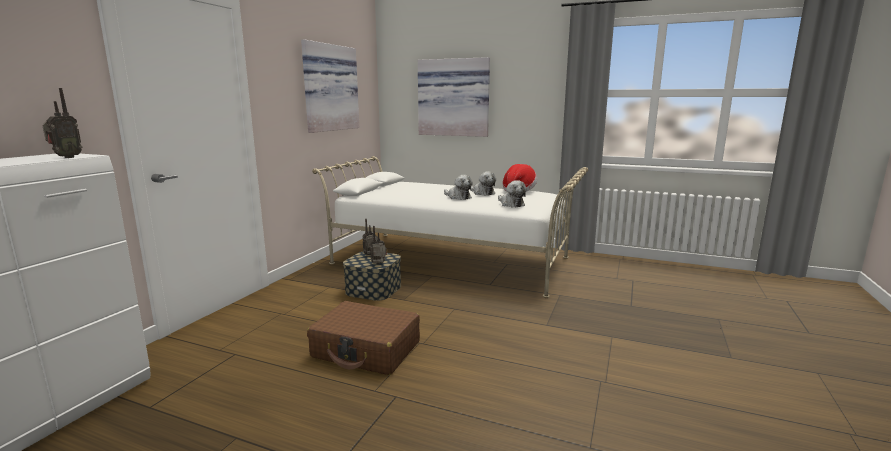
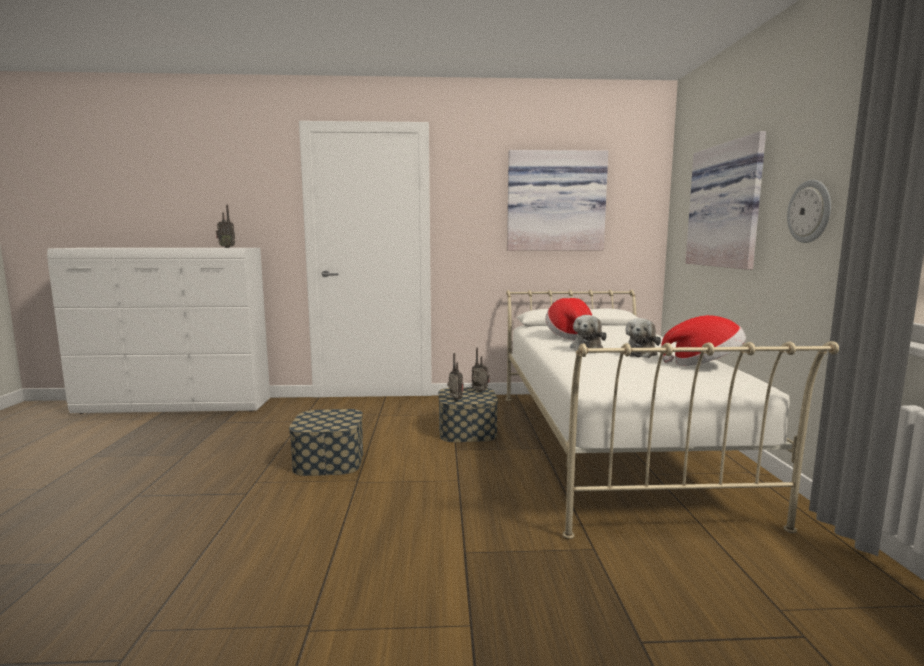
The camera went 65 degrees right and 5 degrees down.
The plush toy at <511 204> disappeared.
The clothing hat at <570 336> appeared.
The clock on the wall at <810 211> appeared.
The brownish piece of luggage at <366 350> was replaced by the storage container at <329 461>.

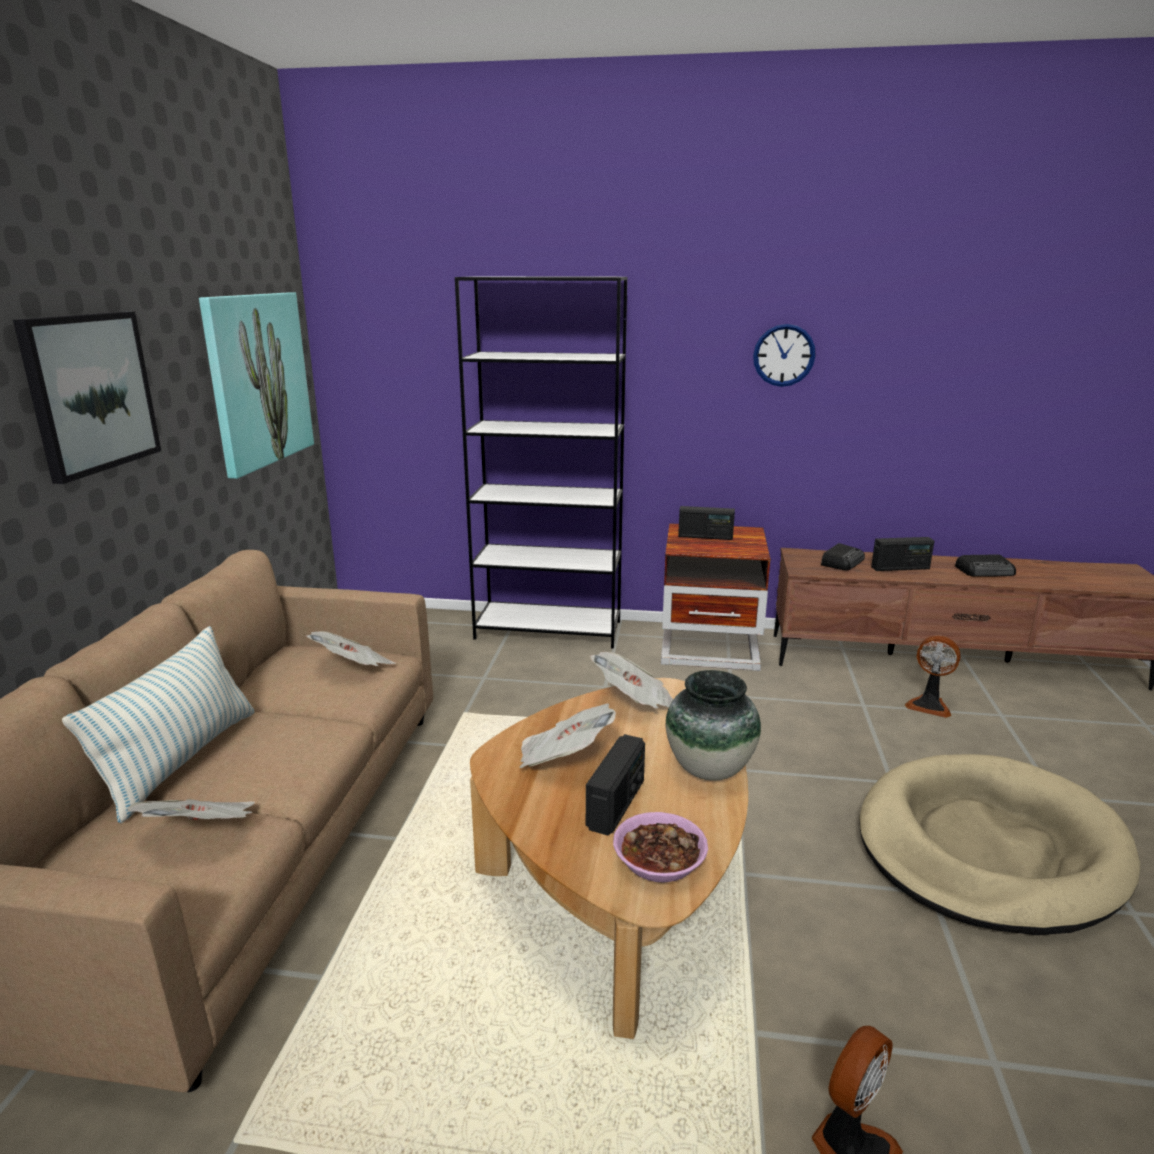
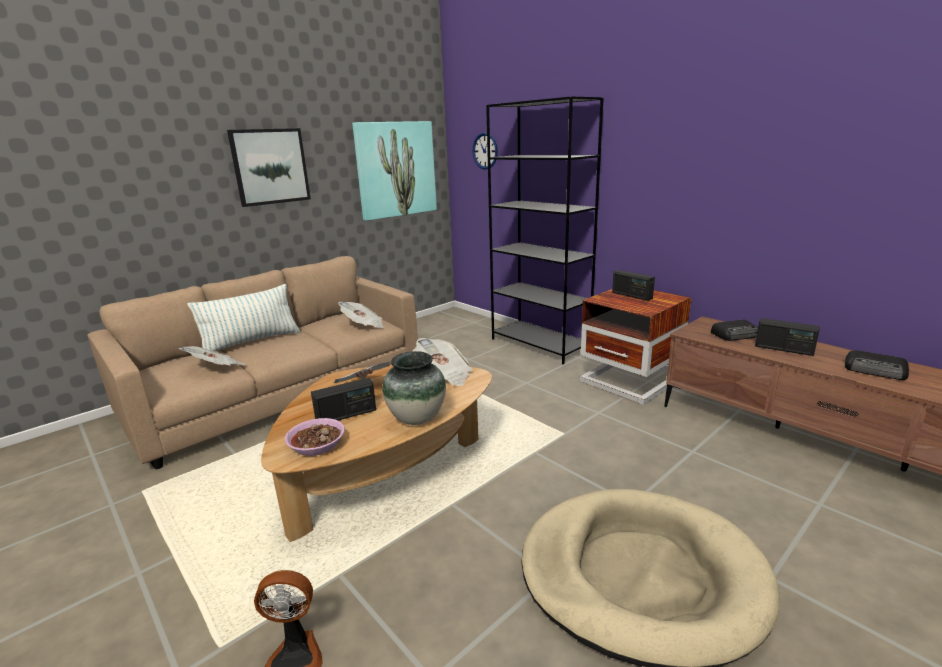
The camera went 40 degrees right and 0 degrees up.
The cooling fan at <929 705> disappeared.
The clock on the wall moved from <784 355> to <485 151>.
The white-coloured bookshelf at <549 630> became the black bookshelf at <540 345>.

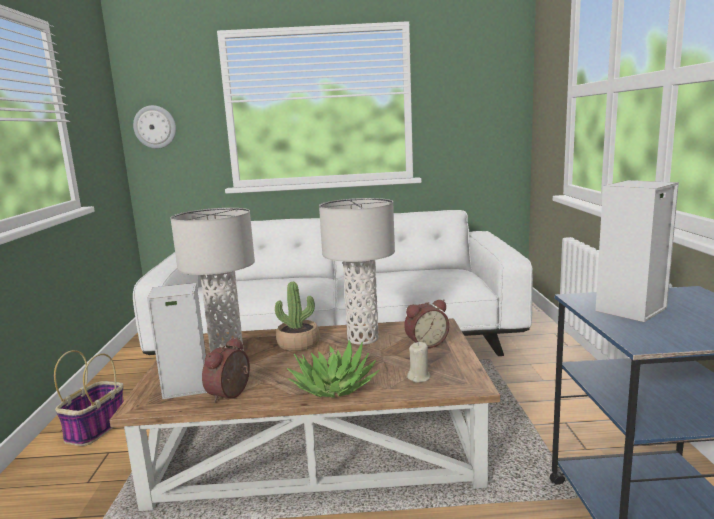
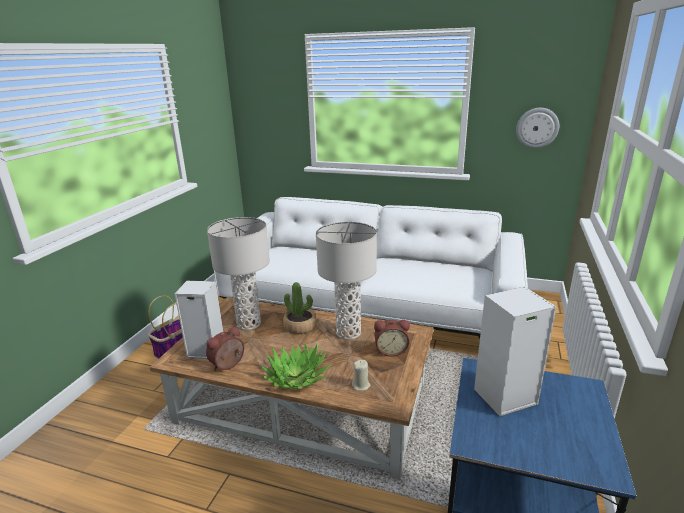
The camera went 20 degrees right and 10 degrees up.
The clock on the wall moved from <155 127> to <537 128>.

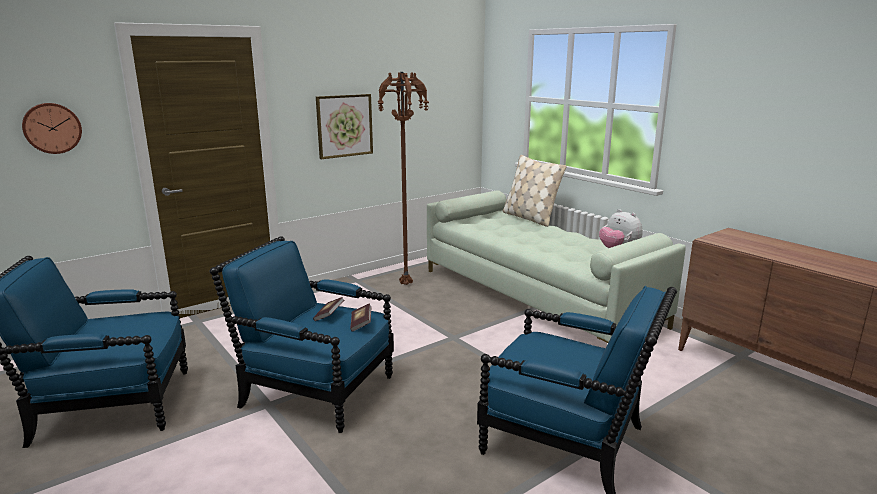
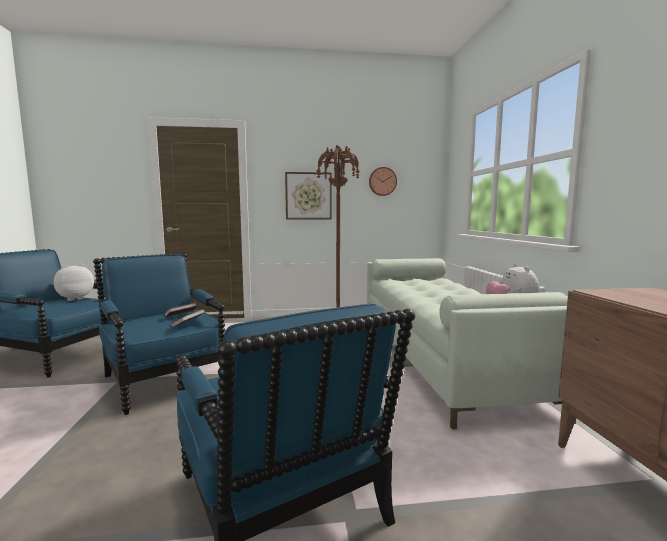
The camera went 30 degrees right and 10 degrees down.
The beige throw pillow at <530 218> disappeared.
The plush toy at <74 299> appeared.
The clock on the wall moved from <52 128> to <382 181>.

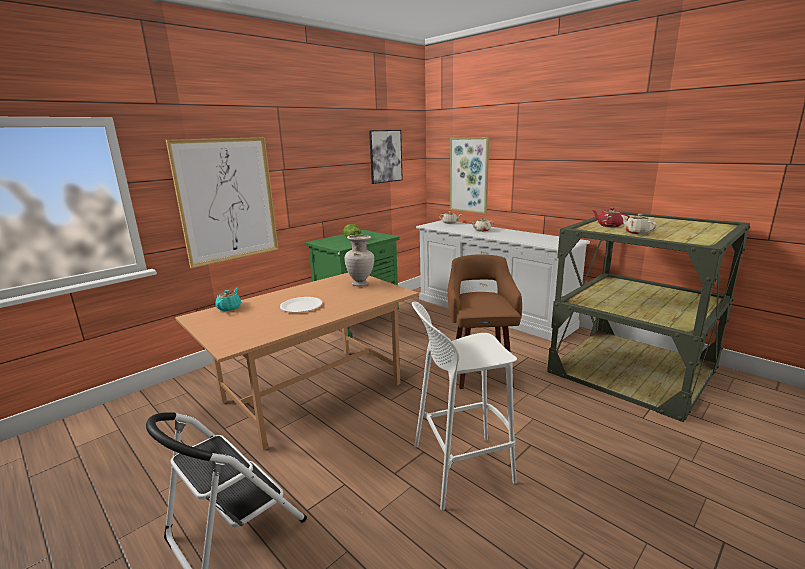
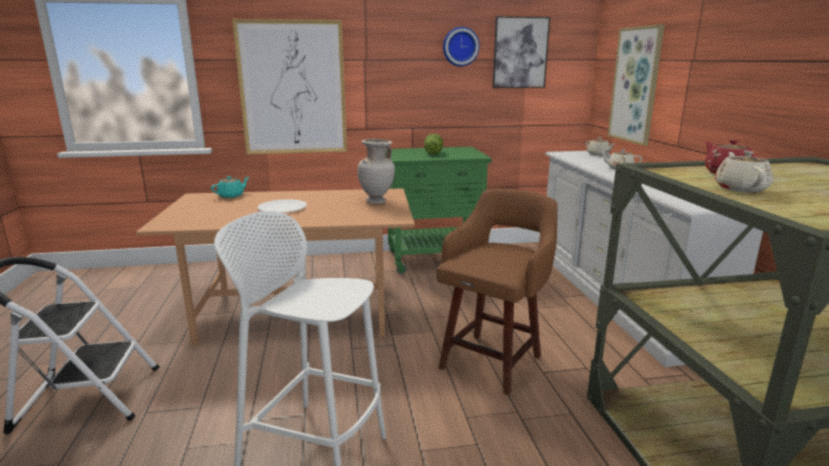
The camera went 35 degrees right and 0 degrees up.
The clock on the wall at <460 46> appeared.

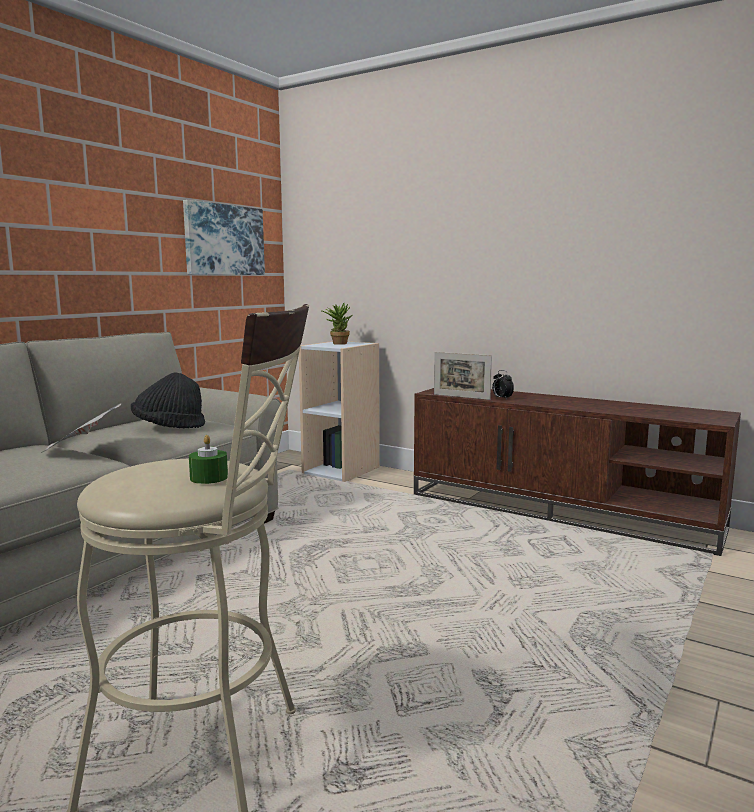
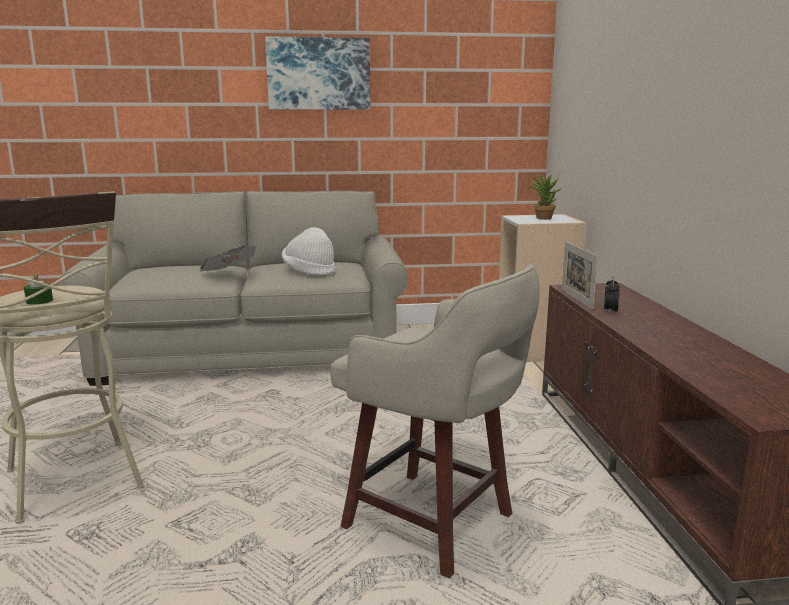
The camera went 50 degrees right and 5 degrees up.
The beige stool at <434 524> appeared.
The picture moved from <224 240> to <318 74>.
The black clothing hat at <169 428> became the white-coloured clothing hat at <309 271>.

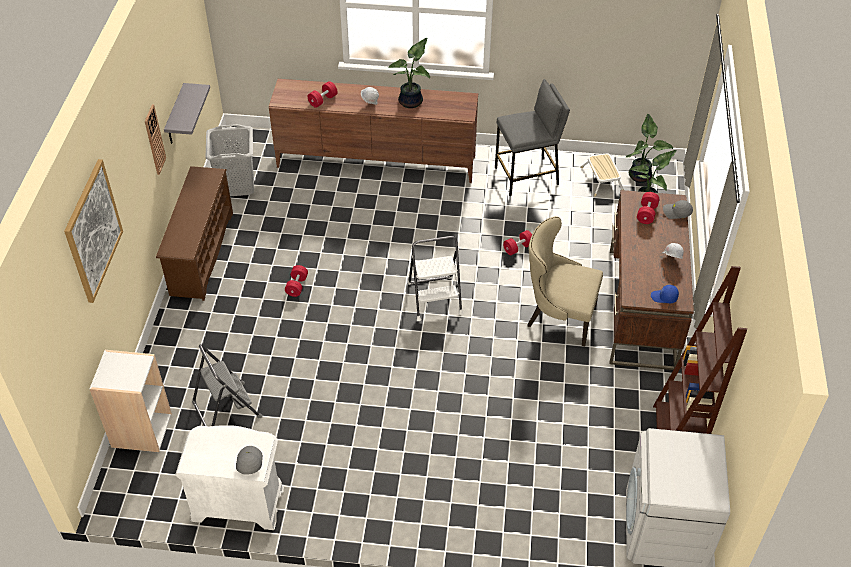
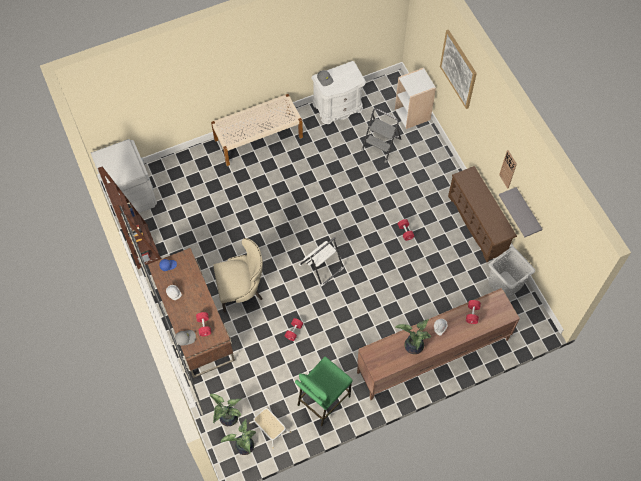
The camera went 150 degrees right and 15 degrees up.
The beige indoor bench at <258 138> appeared.
The greyish stool at <527 176> became the green stool at <323 400>.

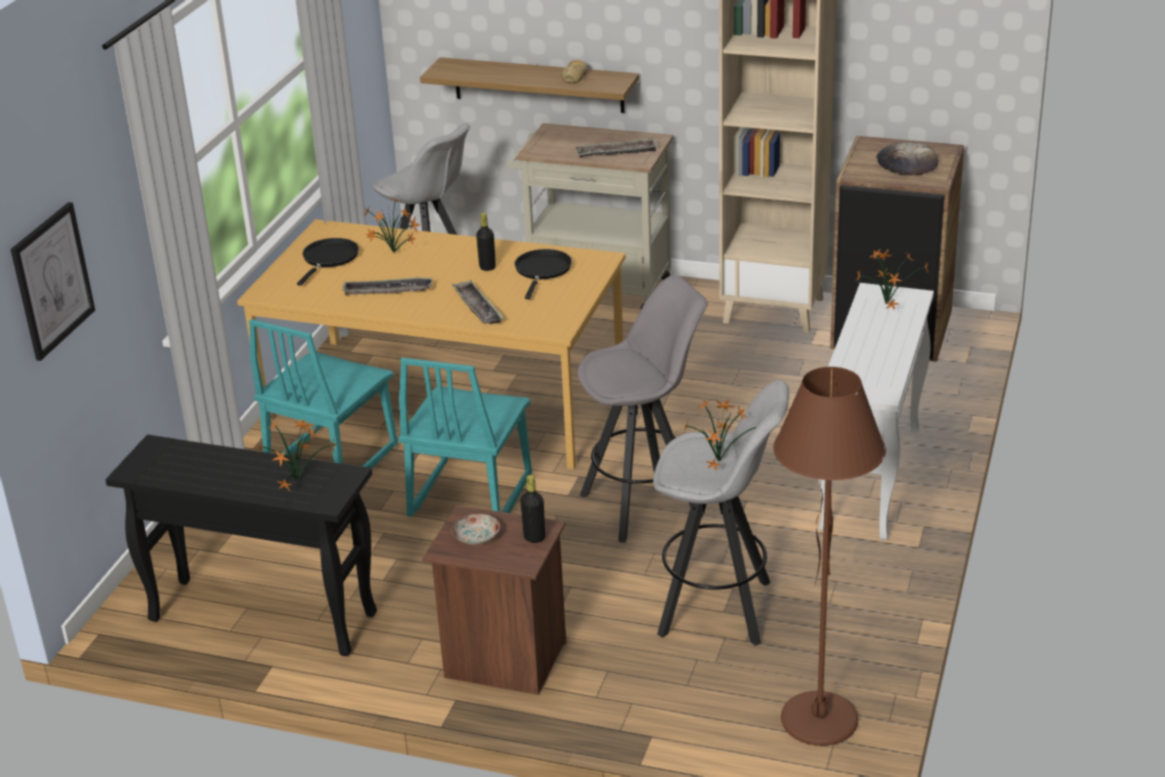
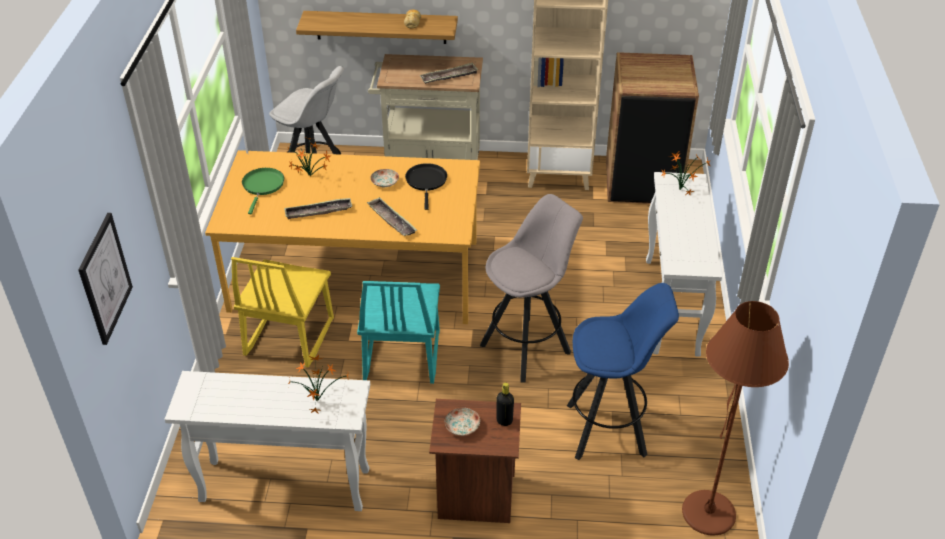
The camera went 15 degrees left and 10 degrees up.
The potted plant at <720 461> disappeared.
The baked bread at <907 163> disappeared.
The black beverage bottle at <487 267> was replaced by the plate at <385 182>.
The black narrow table at <260 617> became the white-coloured narrow table at <283 486>.
The blue-green plain chair at <330 459> became the yellowish plain chair at <288 337>.
The black pan at <329 259> became the green pan at <262 186>.
The greyish stool at <719 609> became the blue-coloured stool at <609 430>.

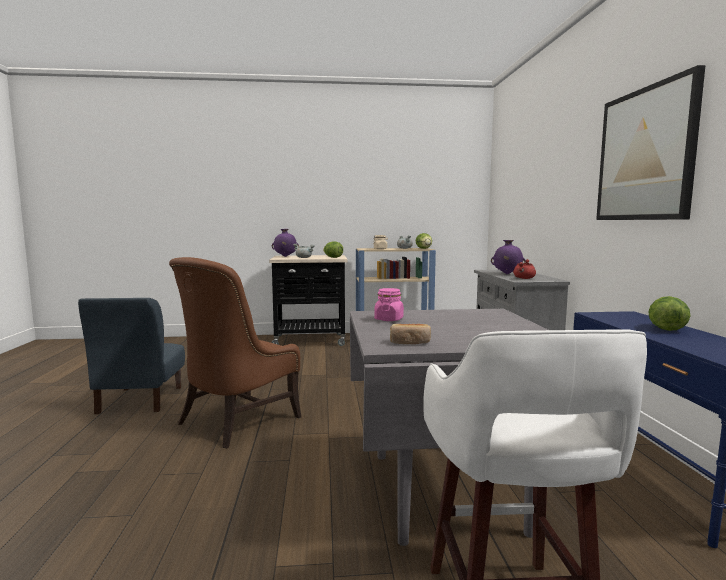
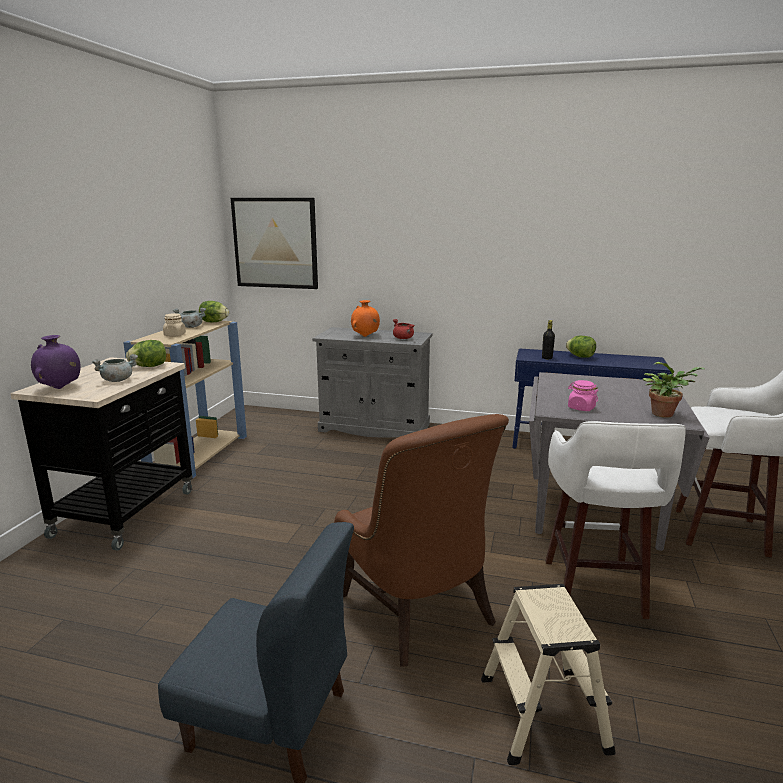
The camera went 70 degrees left and 10 degrees up.
The beige step stool at <543 714> appeared.
The black beverage bottle at <547 358> appeared.
The white-coloured stool at <594 592> appeared.
The picture moved from <645 154> to <275 243>.
The baked bread at <410 342> was replaced by the potted plant at <665 414>.
The purple-coloured vase at <507 274> became the orangey vase at <365 336>.

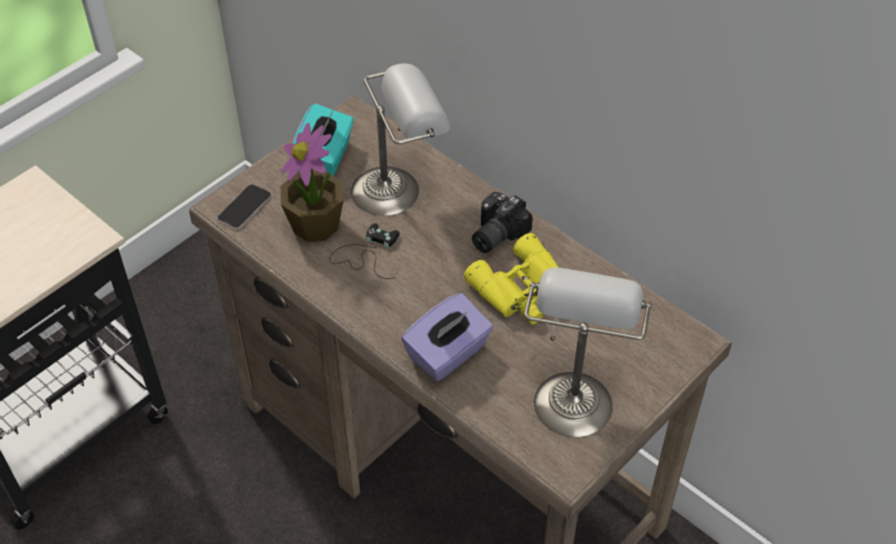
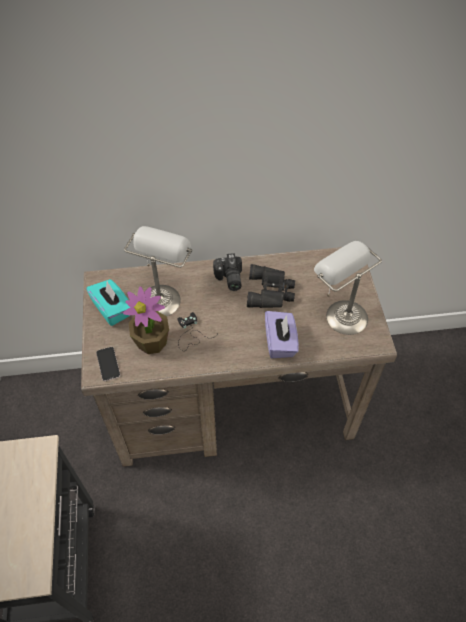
The camera went 50 degrees left and 5 degrees up.
The yellowish pair of binoculars at <523 291> became the black pair of binoculars at <271 291>.

